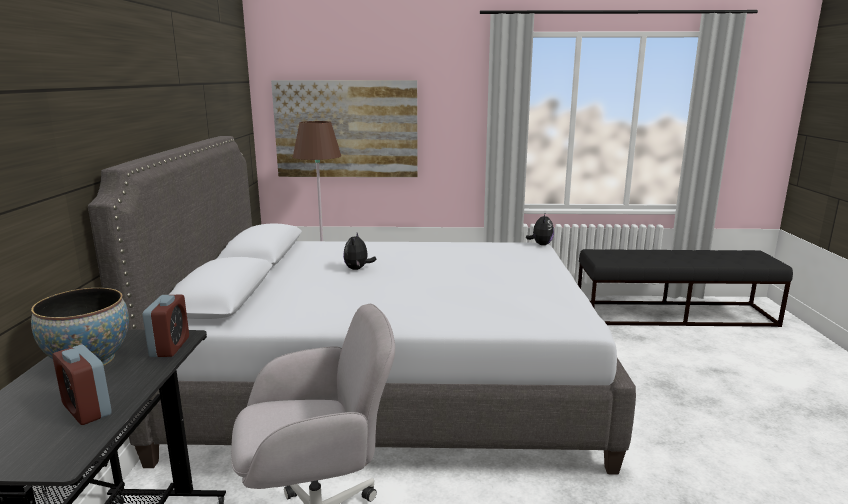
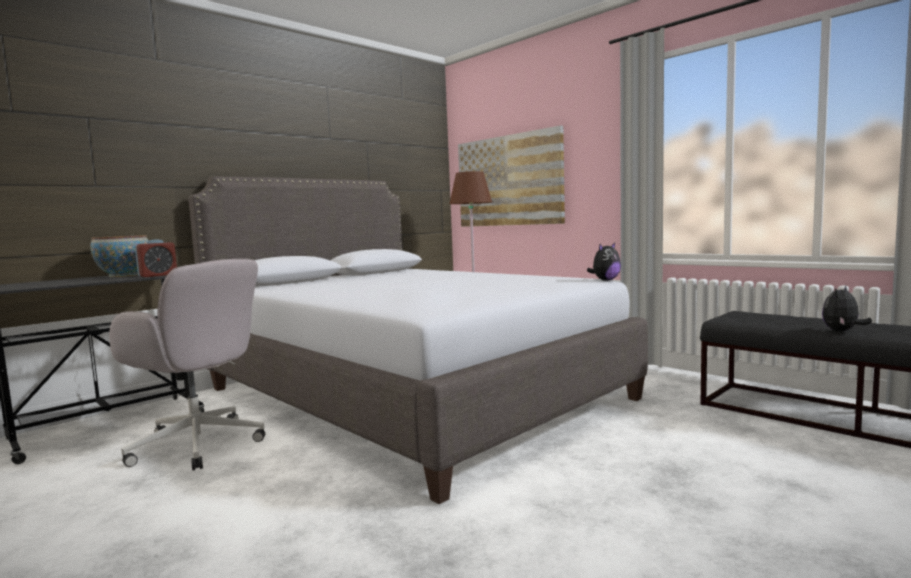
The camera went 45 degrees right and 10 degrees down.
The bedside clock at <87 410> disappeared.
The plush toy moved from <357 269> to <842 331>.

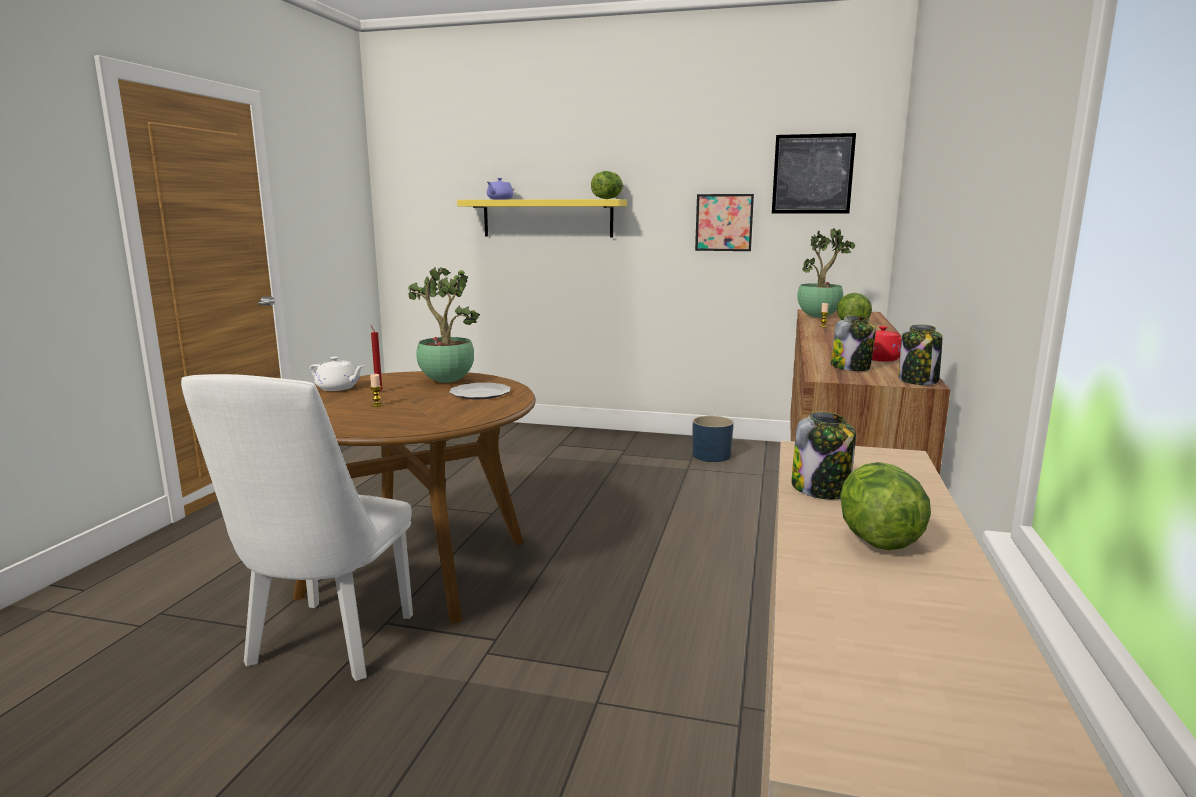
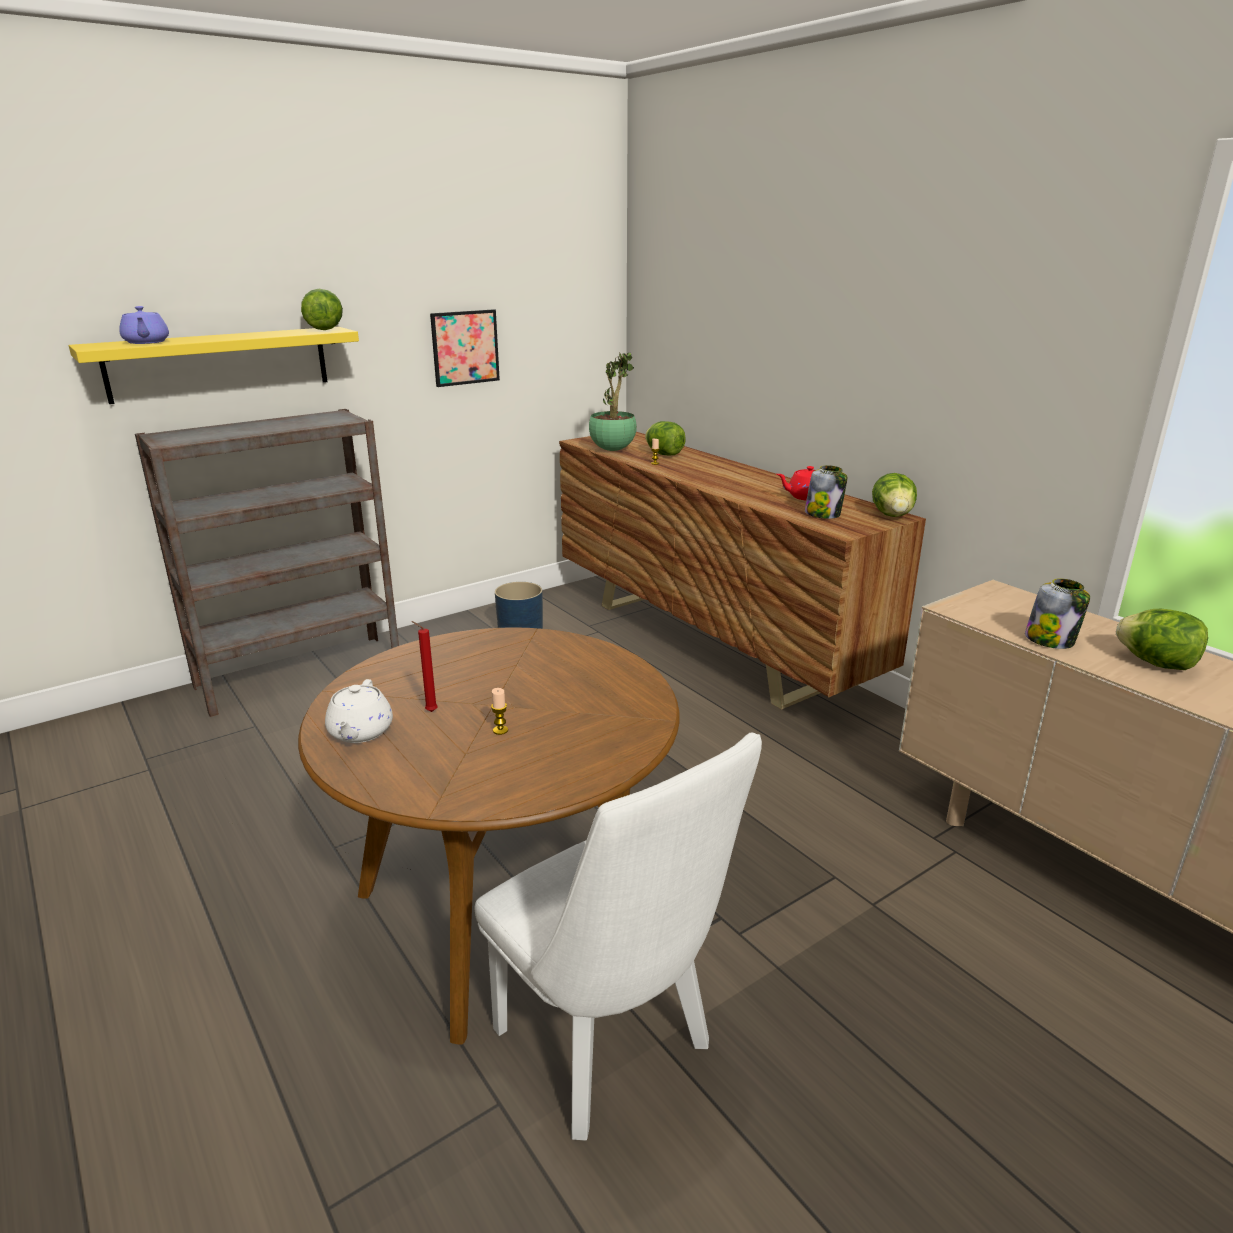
The camera went 50 degrees left and 10 degrees up.
The potted plant at <445 381> disappeared.
The plate at <479 394> disappeared.
The picture at <812 174> disappeared.
The greyish bookshelf at <299 674> appeared.
The jar at <918 381> was replaced by the lettuce at <892 515>.
The white-coloured pot for tea at <338 388> turned 120 degrees clockwise.

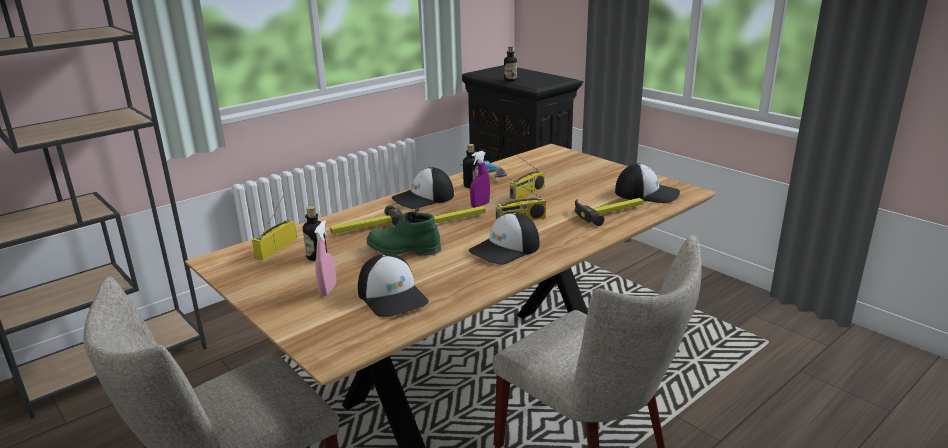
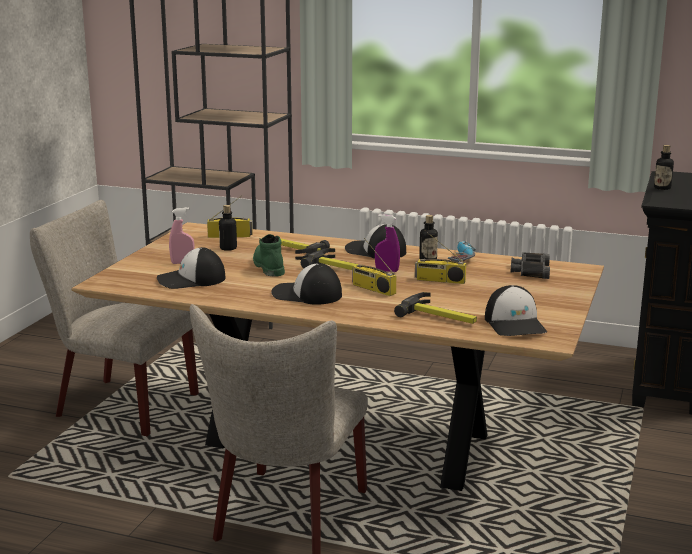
The camera went 60 degrees right and 5 degrees down.
The black pair of binoculars at <530 271> appeared.
The peaked cap at <393 296> turned 45 degrees clockwise.

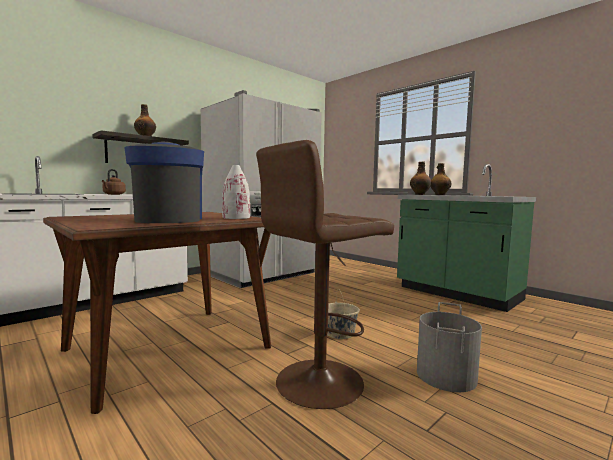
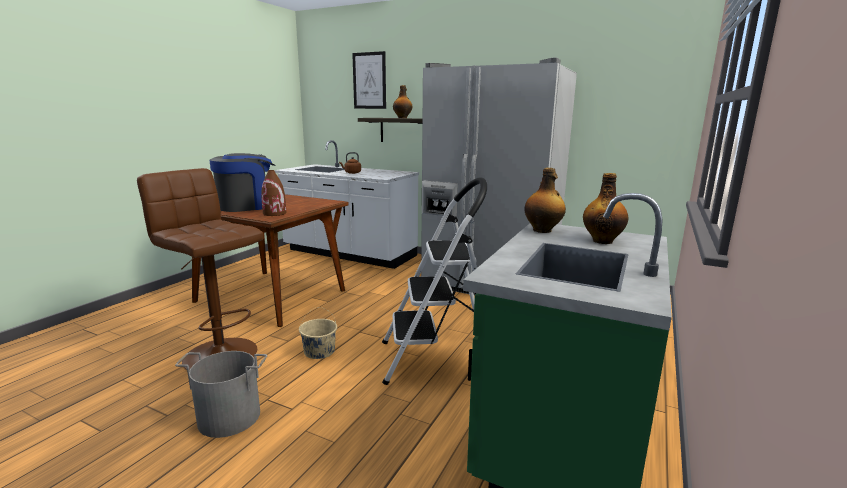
The camera went 70 degrees right and 10 degrees up.
The picture at <369 80> appeared.
The step stool at <441 360> appeared.
The white-coloured vase at <236 217> became the brownish vase at <275 213>.

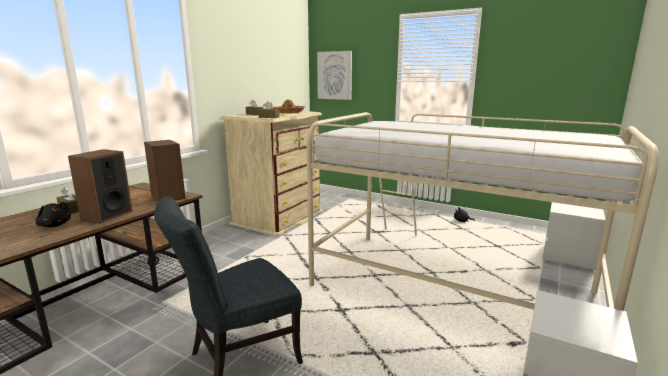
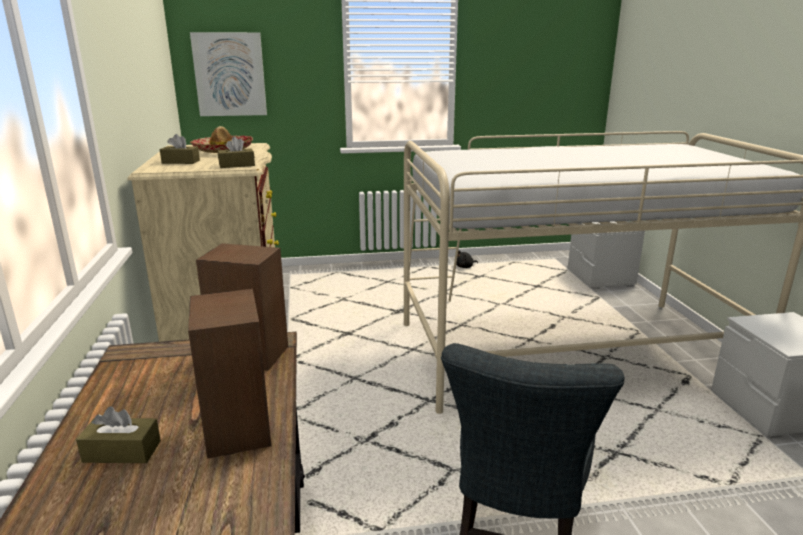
The camera went 40 degrees left and 5 degrees up.
The black plush toy at <55 225> disappeared.

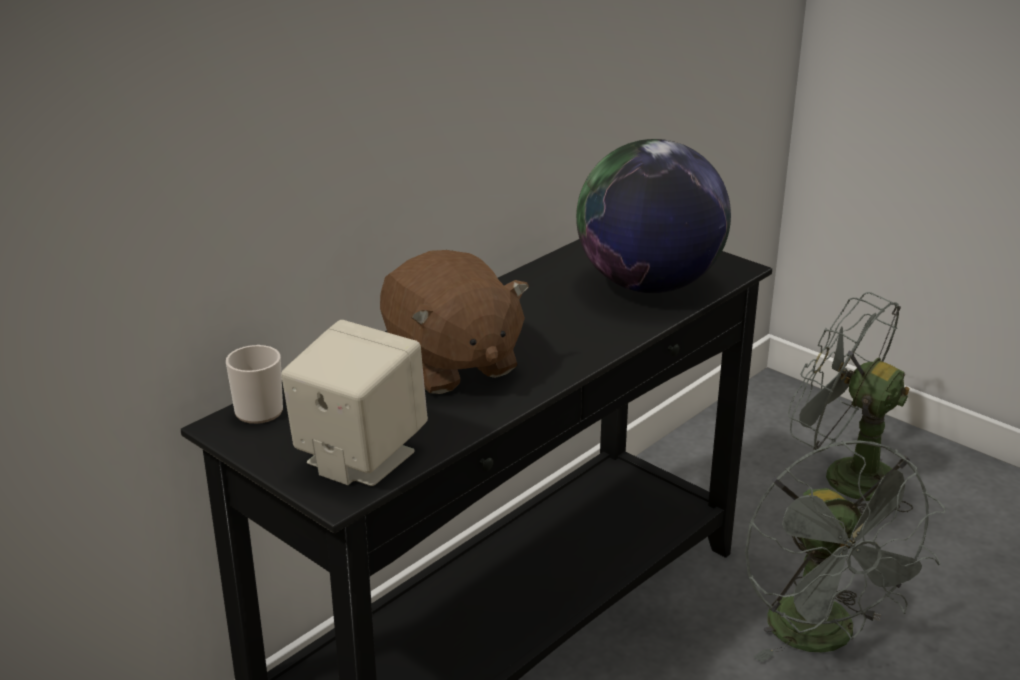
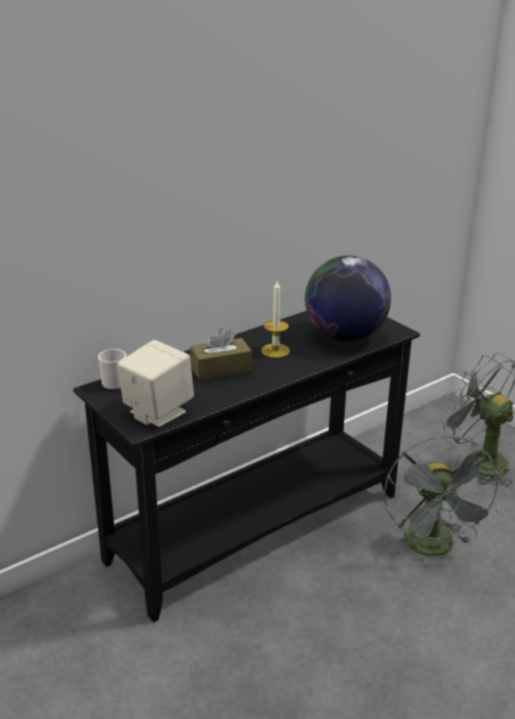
The camera went 10 degrees right and 0 degrees up.
The wax light at <275 350> appeared.
The brownish plush toy at <451 364> was replaced by the brownish tissue holder at <221 369>.

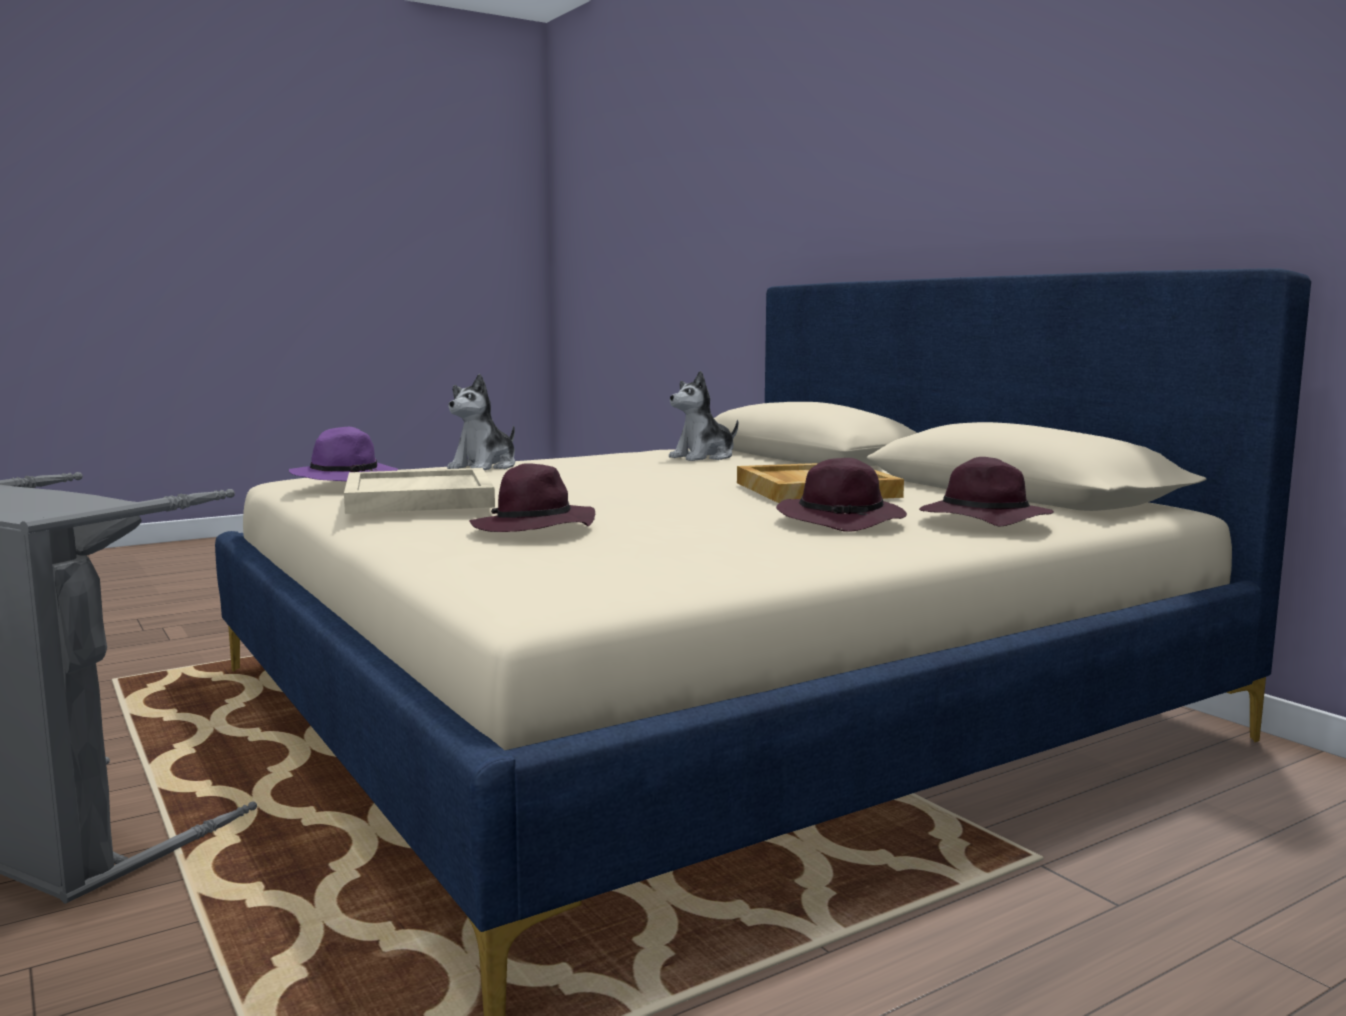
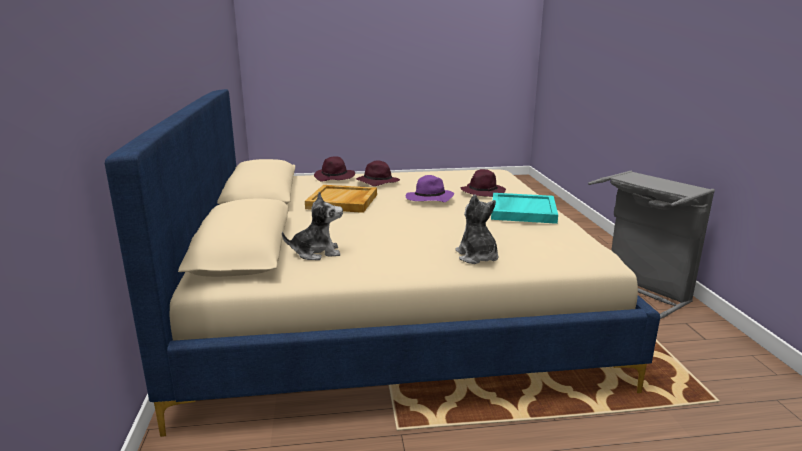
The camera went 155 degrees left and 10 degrees up.
The purple-coloured clothing hat moved from <346 479> to <429 199>.
The beige carrying tray at <420 498> became the blue-green carrying tray at <522 211>.
The plush toy at <485 467> turned 75 degrees counterclockwise.

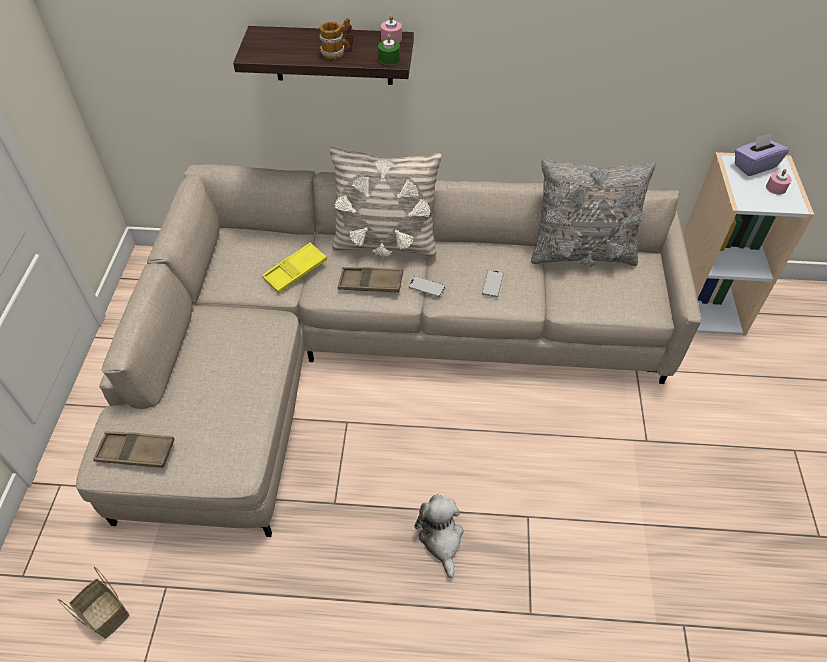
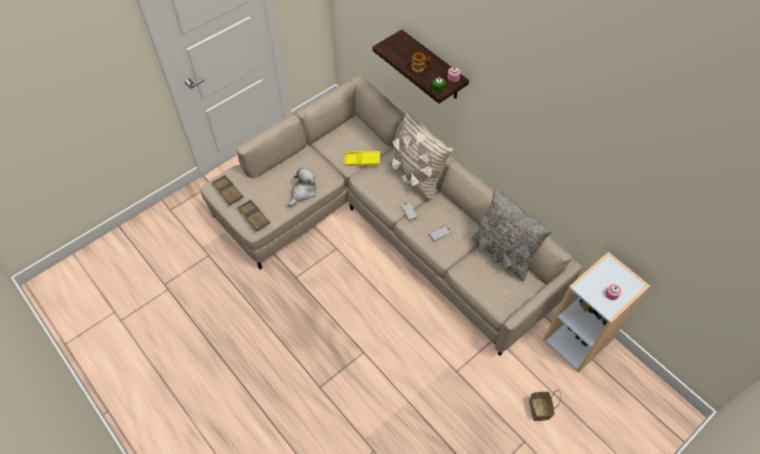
The camera went 45 degrees right and 5 degrees up.
The purple-coloured tissue holder at <754 166> disappeared.
The basket moved from <107 614> to <540 410>.
The brownish carrying tray moved from <371 283> to <254 217>.
The plush toy moved from <441 539> to <303 192>.

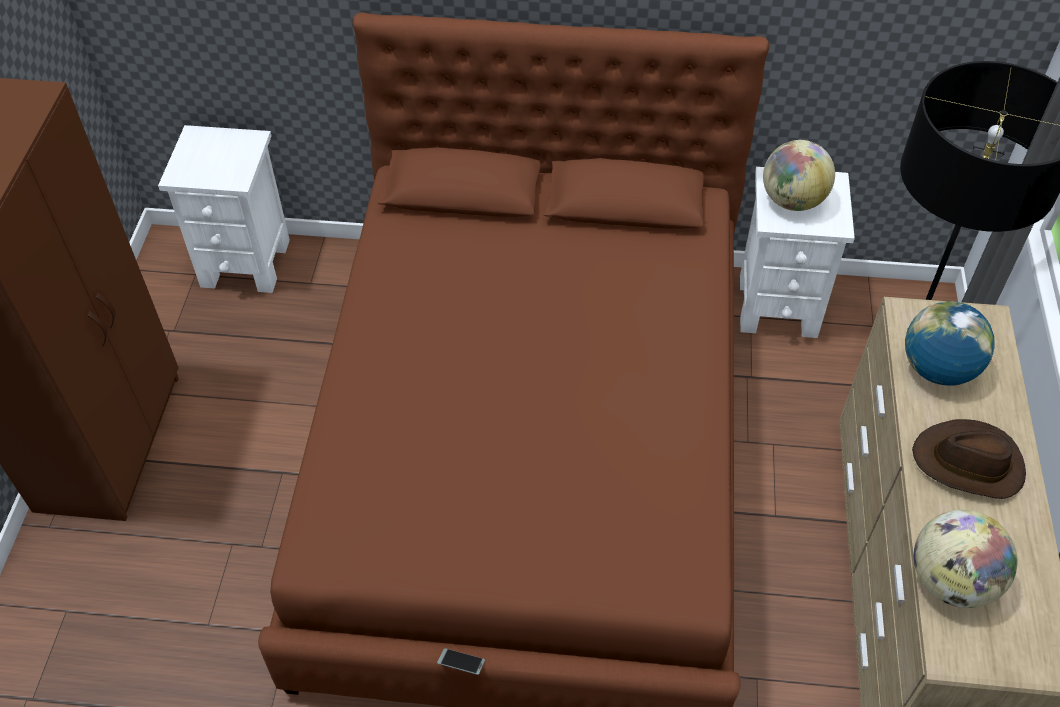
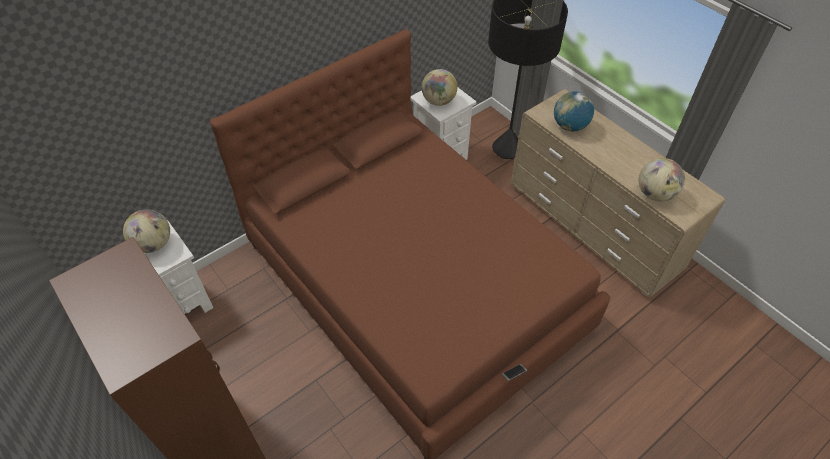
The camera went 45 degrees left and 0 degrees up.
The brownish clothing hat at <968 463> disappeared.
The globe at <154 244> appeared.

